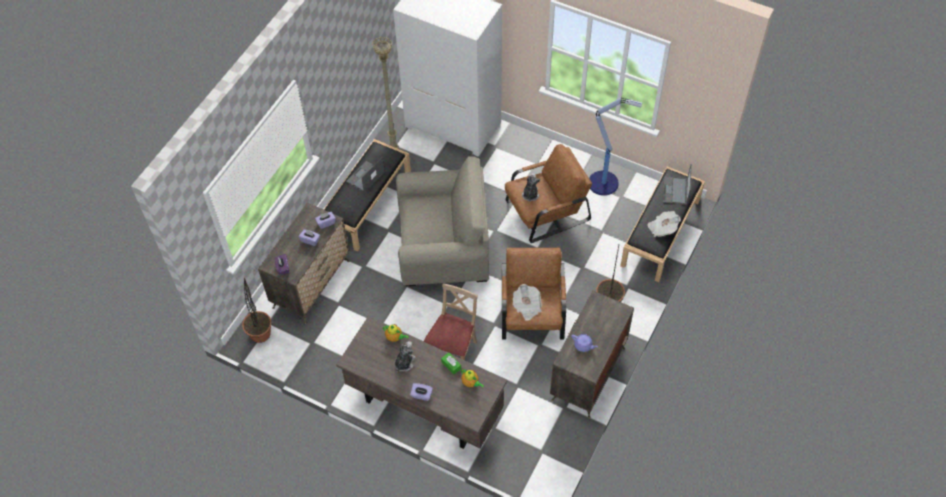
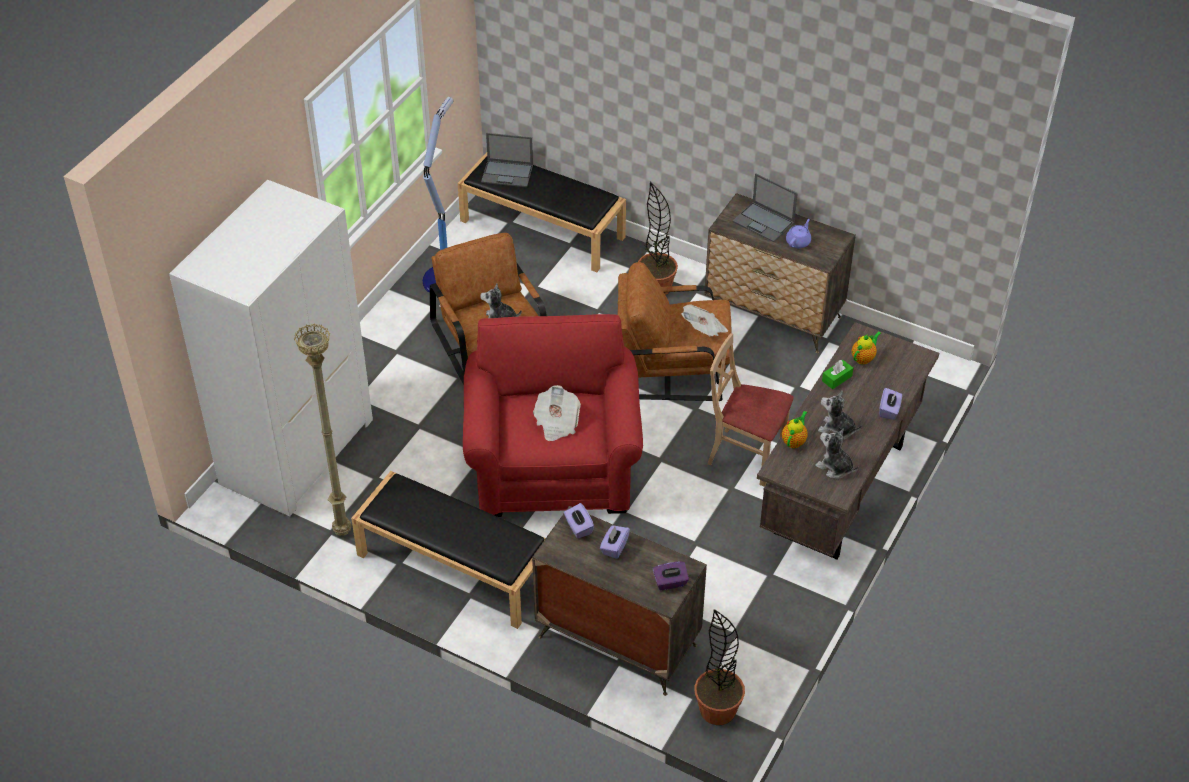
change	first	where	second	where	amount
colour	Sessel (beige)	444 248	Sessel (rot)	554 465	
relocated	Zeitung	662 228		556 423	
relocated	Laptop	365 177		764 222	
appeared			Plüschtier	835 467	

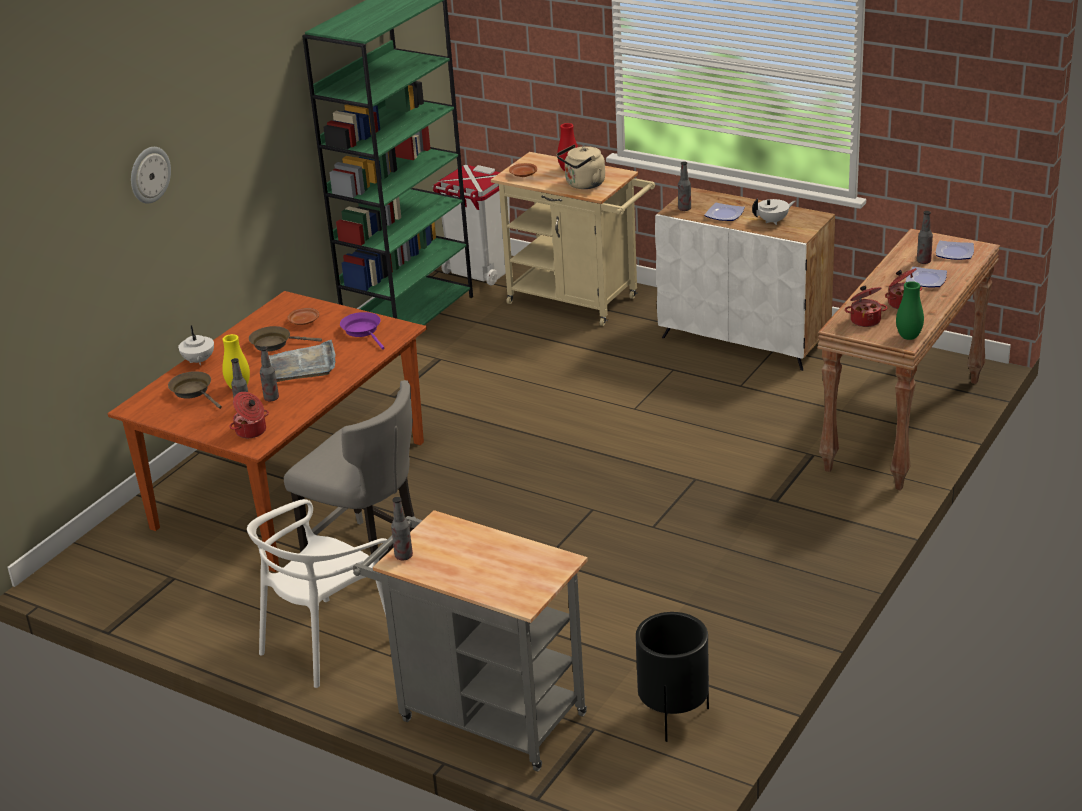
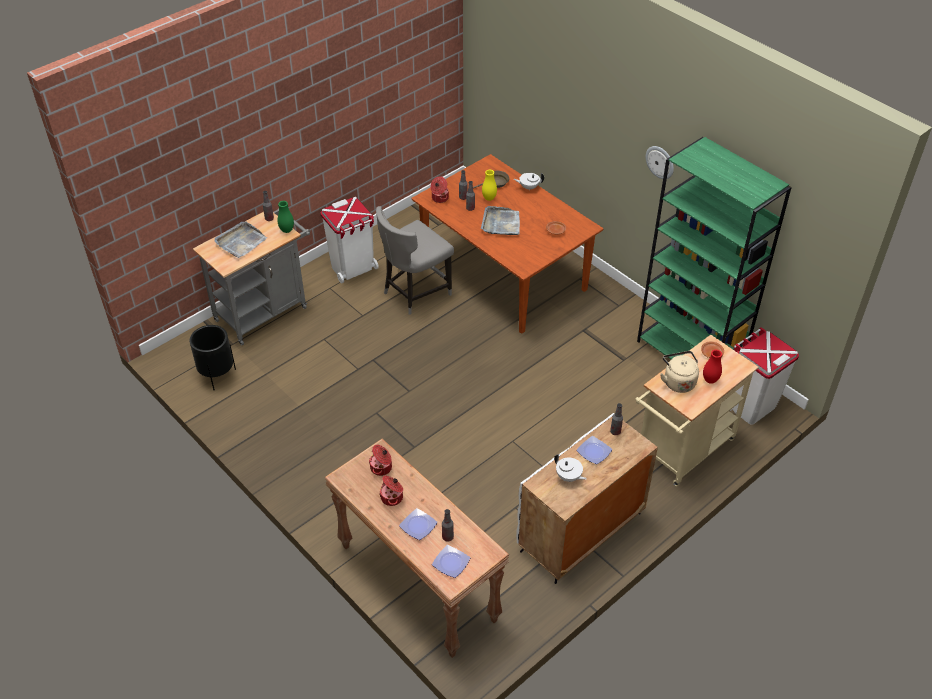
change	first	where	second	where	amount
appeared			Tablett (grau)	240 242	
relocated	Vase (grün)	908 337		287 230	
exchanged	Stuhl (weiß)	327 643	Mülleimer (weiß)	353 269	
spun	Teekanne (weiß)	773 221		568 477	45 degrees counterclockwise
relocated	Wanduhr	149 174		660 162	
missing	Pfanne (braun)	274 343			
missing	Pfanne (lila)	363 331			

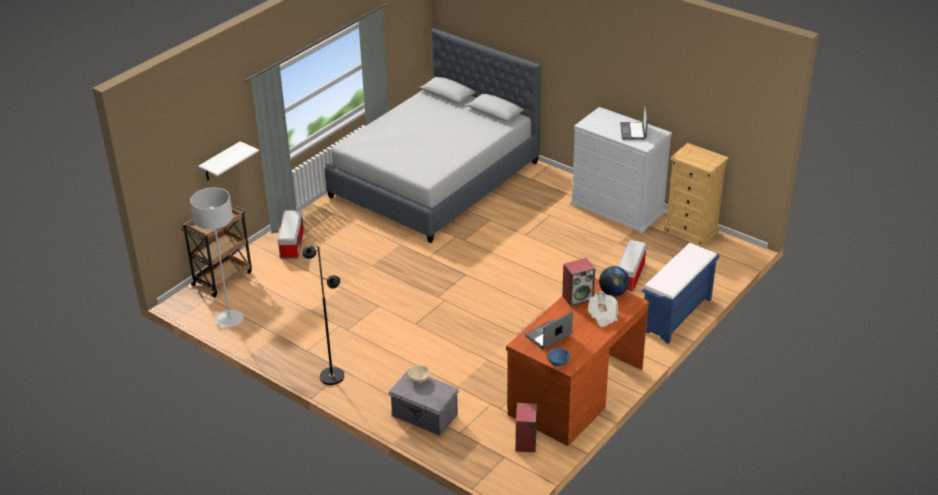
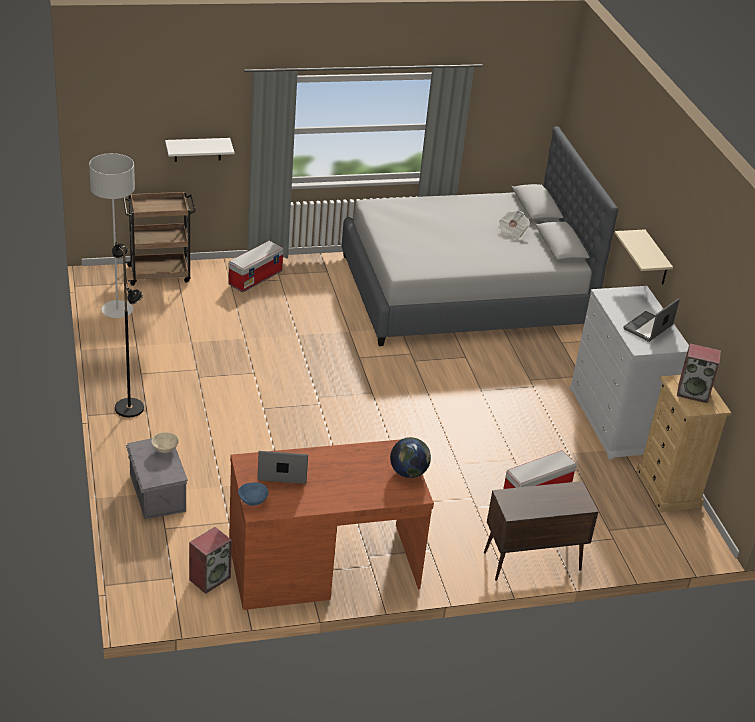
change	first	where	second	where	amount
exchanged	Bank (blau)	676 316	Schrank (braun)	531 561	
relocated	Zeitung	602 316		511 233	
appeared			Wandregal (beige)	656 259	
relocated	Lautsprecher	578 297		693 392	

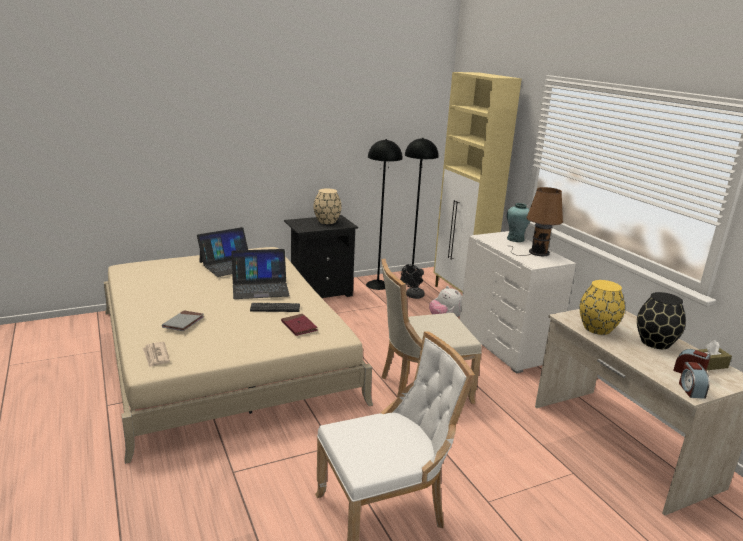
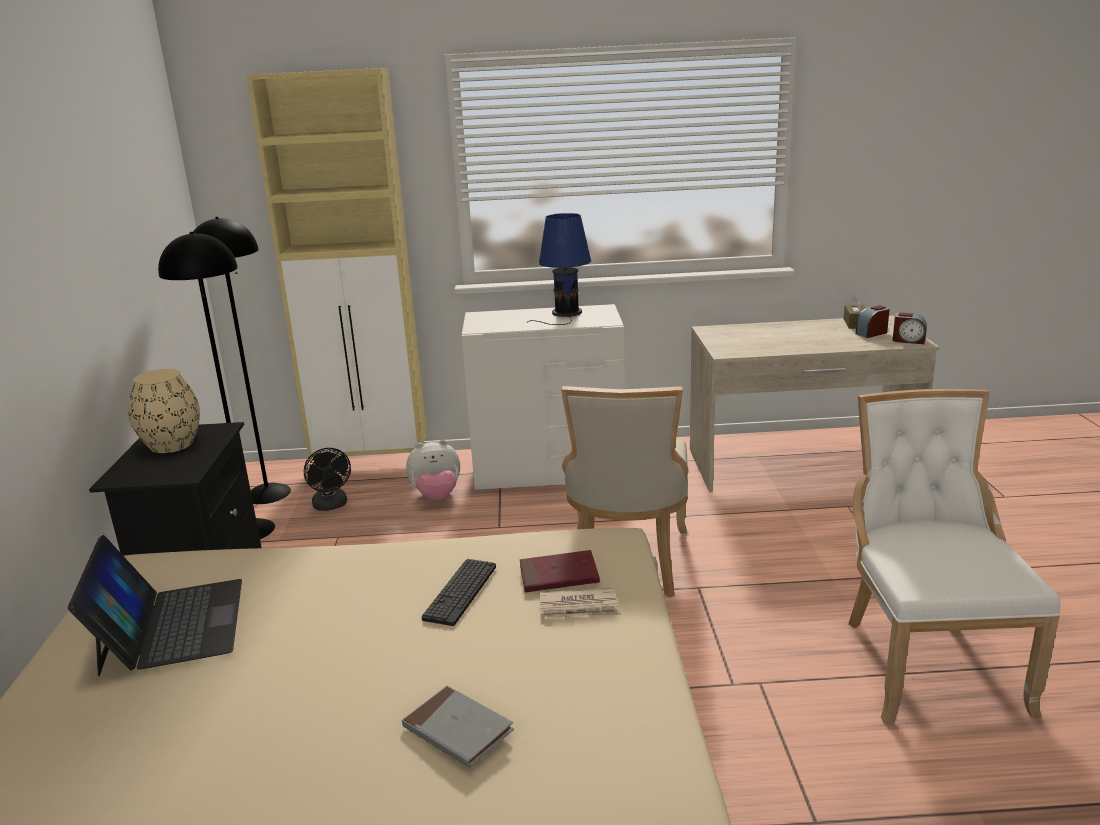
change	first	where	second	where	amount
colour	Tischlampe (braun)	536 252	Tischlampe (blau)	565 314	
relocated	Zeitung	156 356		579 607	
missing	Laptop	260 287			
missing	Vase (türkis)	515 239			
missing	Vase (gelb)	596 328			
missing	Vase (schwarz)	655 343			

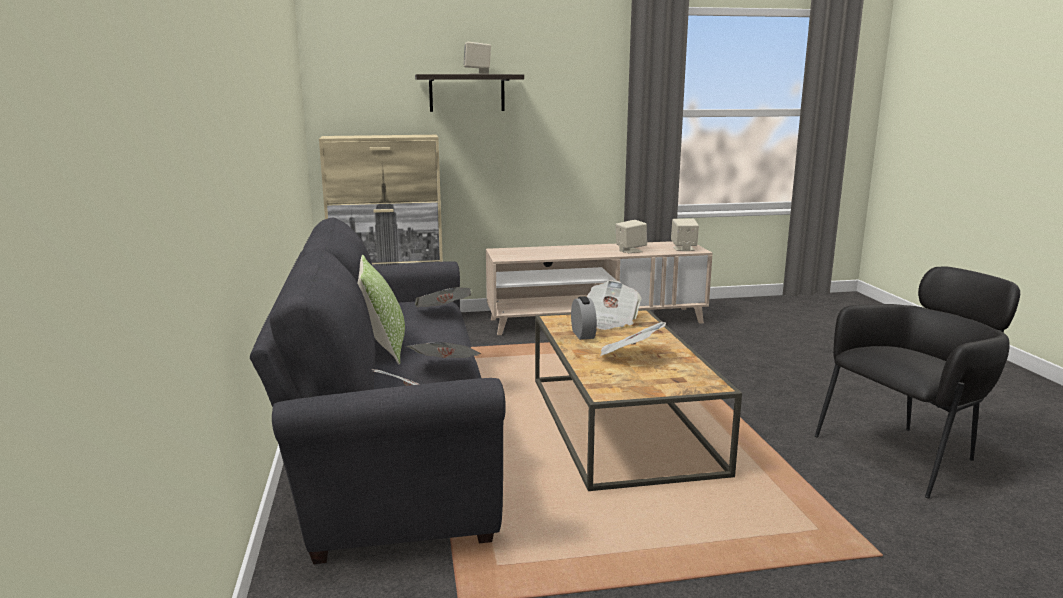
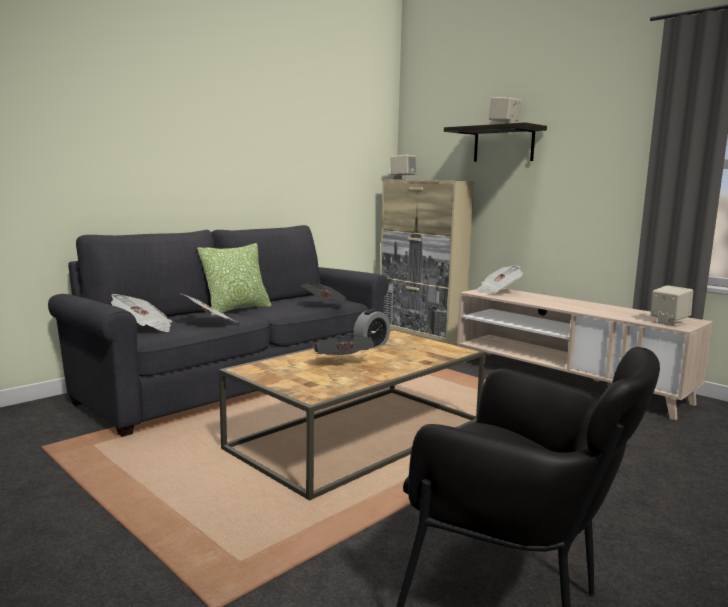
change	first	where	second	where	amount
relocated	Lautsprecher (beige)	630 250		402 179	
relocated	Zeitung	611 321		497 292	

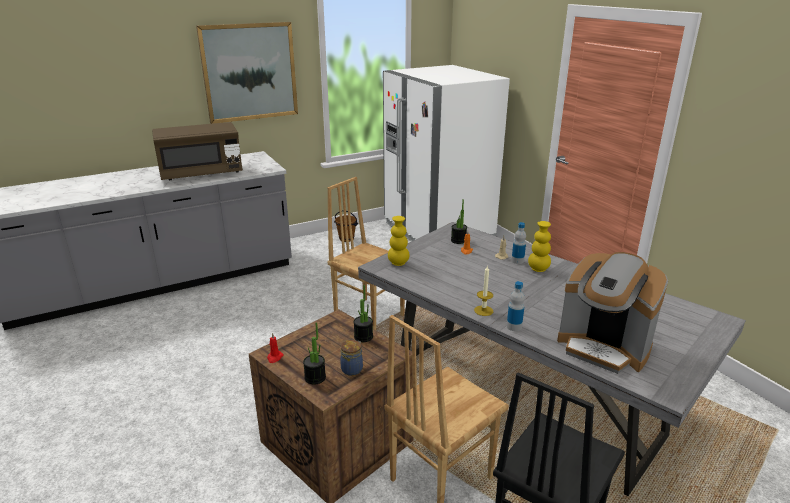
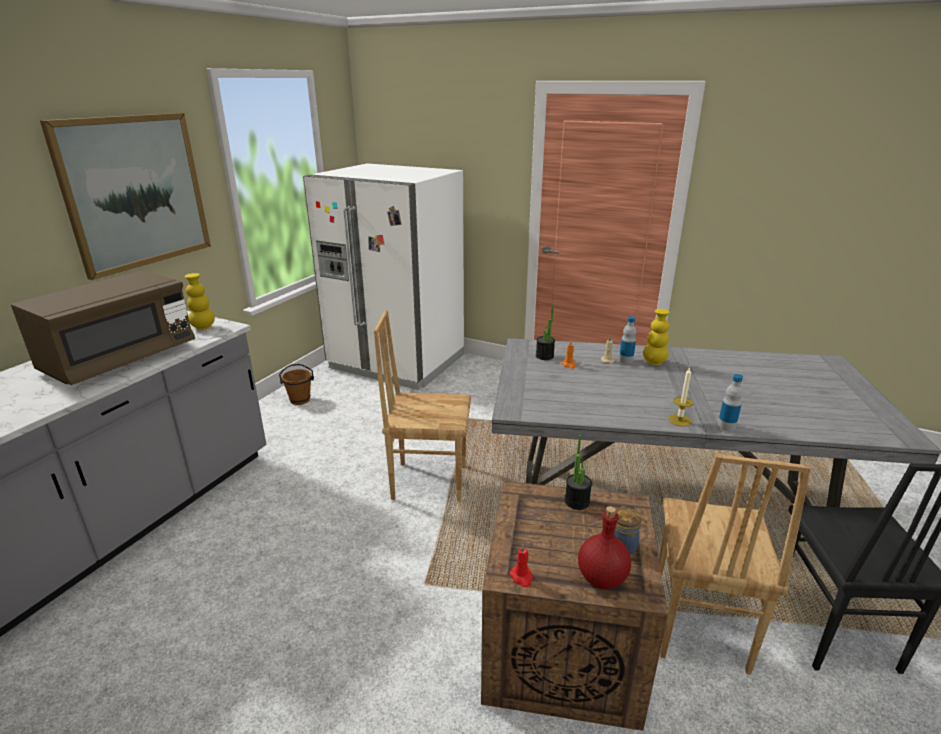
change	first	where	second	where	amount
relocated	Vase (gelb)	398 263		203 327	
exchanged	Topfpflanze	315 377	Flasche (rot)	601 577	
missing	Kaffeemaschine	603 347			

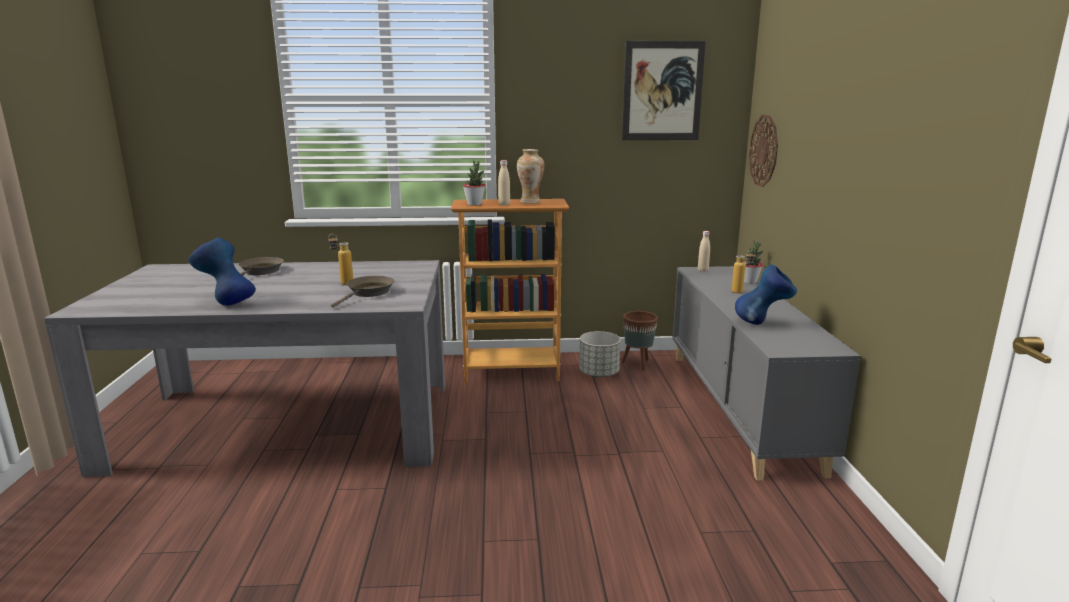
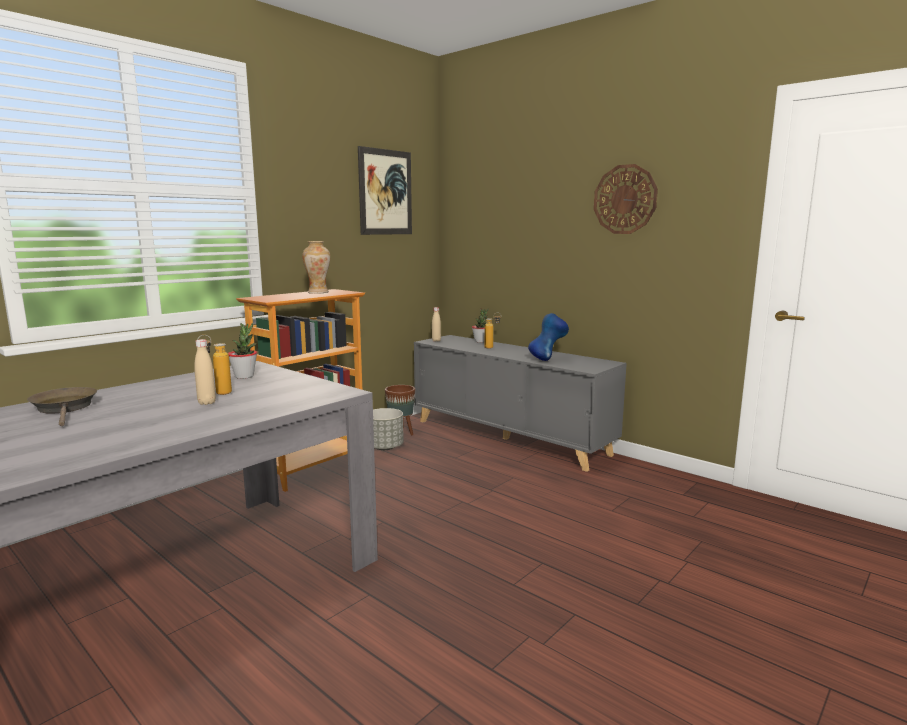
change	first	where	second	where	amount
relocated	Flasche (beige)	504 204		207 403	
relocated	Topfpflanze	474 204		244 376	
relocated	Wanduhr	764 150		625 199	
missing	Vase (blau)	226 303			
missing	Pfanne (braun)	368 293			

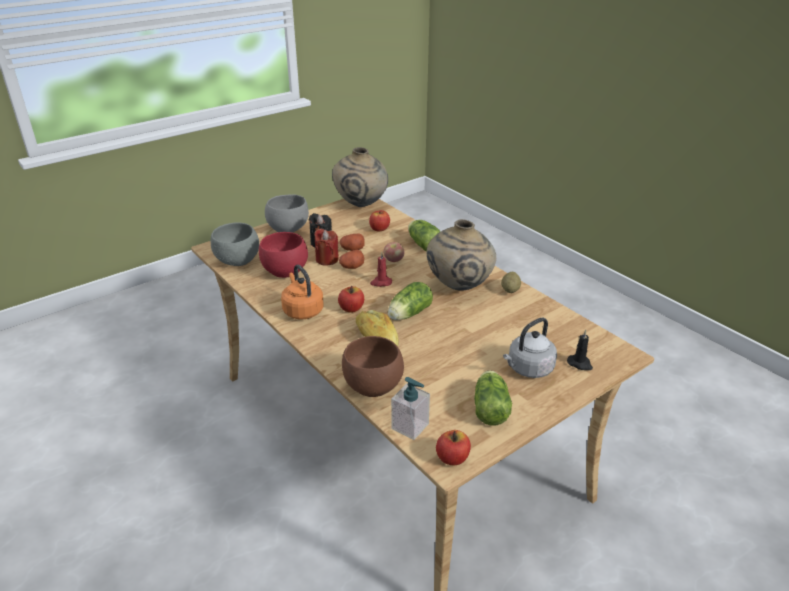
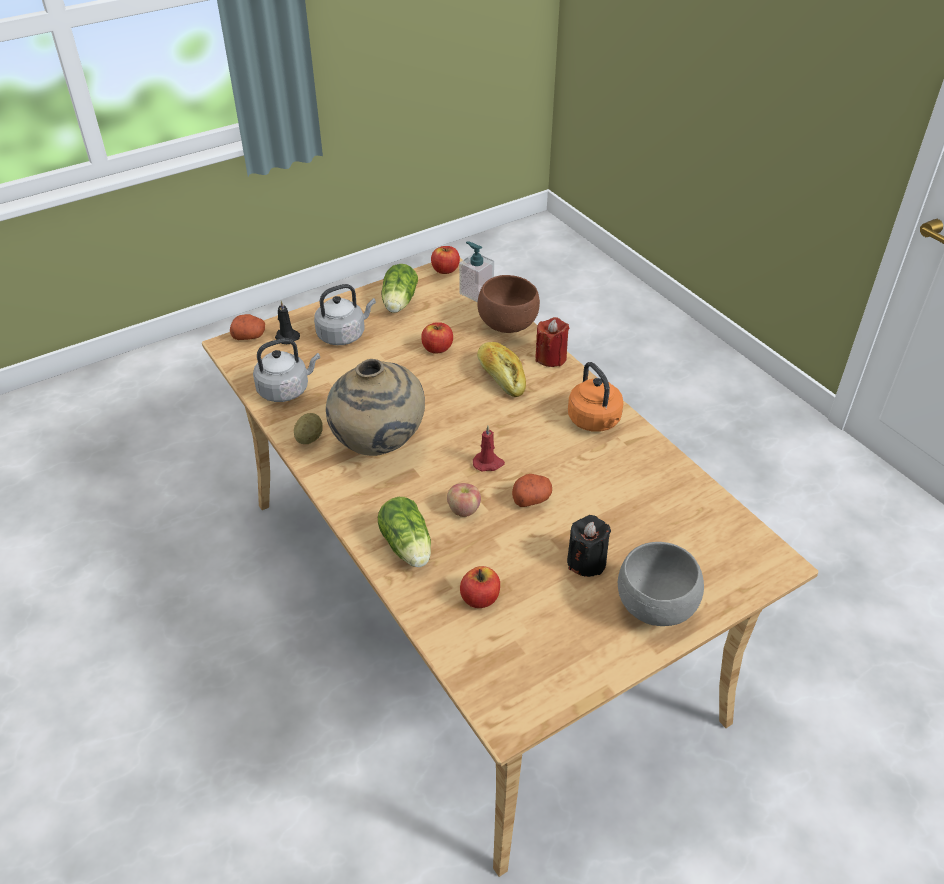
change	first	where	second	where	amount
relocated	Kartoffel	352 249		249 336	
appeared			Wasserkessel (grau)	286 390	
relocated	Apfel	351 308		437 348	
relocated	Kerze (rot)	327 259		550 357	
missing	Schüssel (grau)	238 262			
missing	Schüssel (rot)	284 272			
missing	Vase (beige)	361 205			
missing	Salatkopf	408 314			

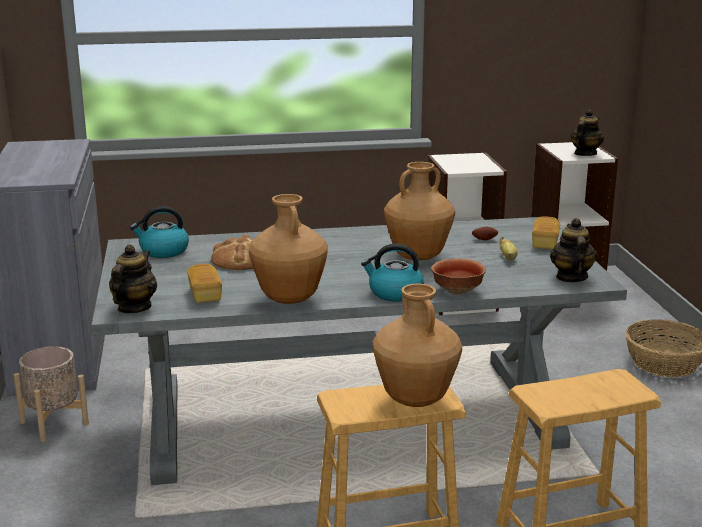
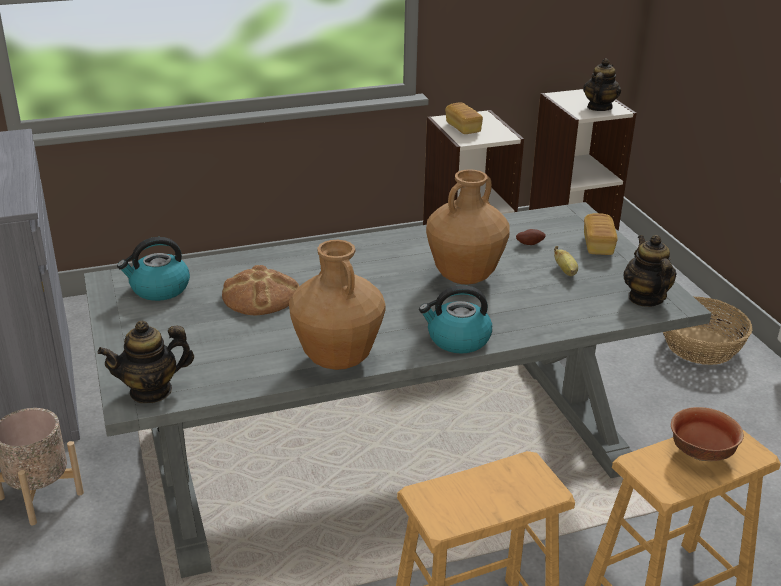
change	first	where	second	where	amount
spun	Teekanne	134 308		151 391	120 degrees counterclockwise
relocated	Brot	205 295		463 128	
relocated	Schüssel	457 291		700 454	
missing	Vase (braun)	415 399			

